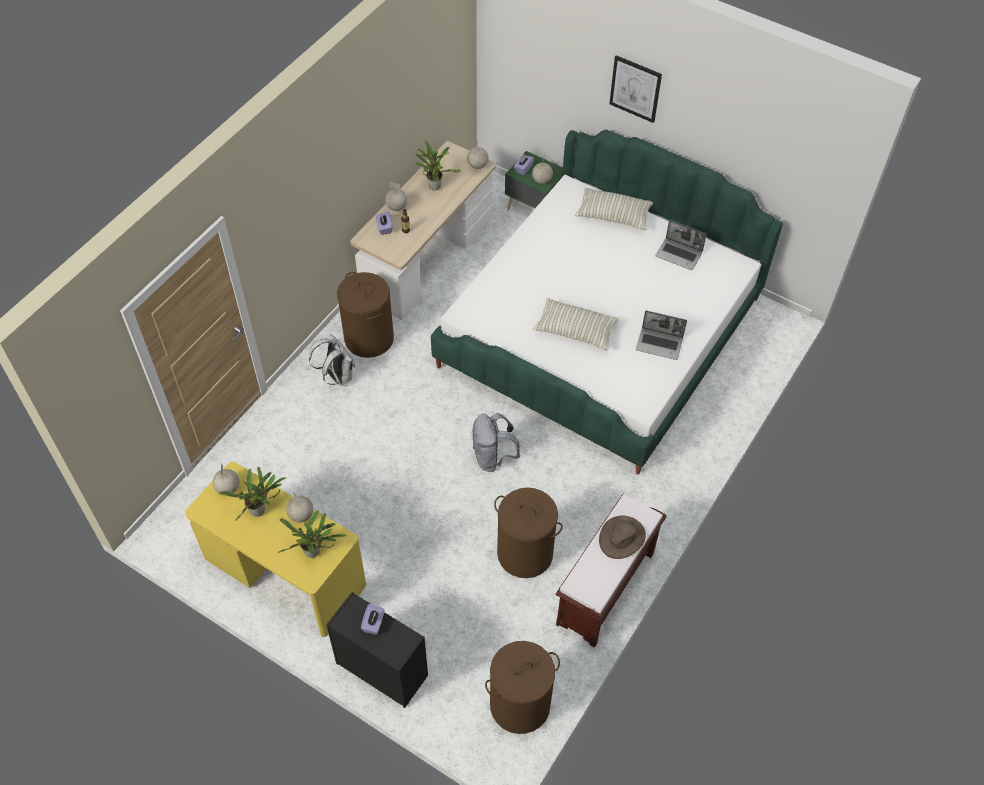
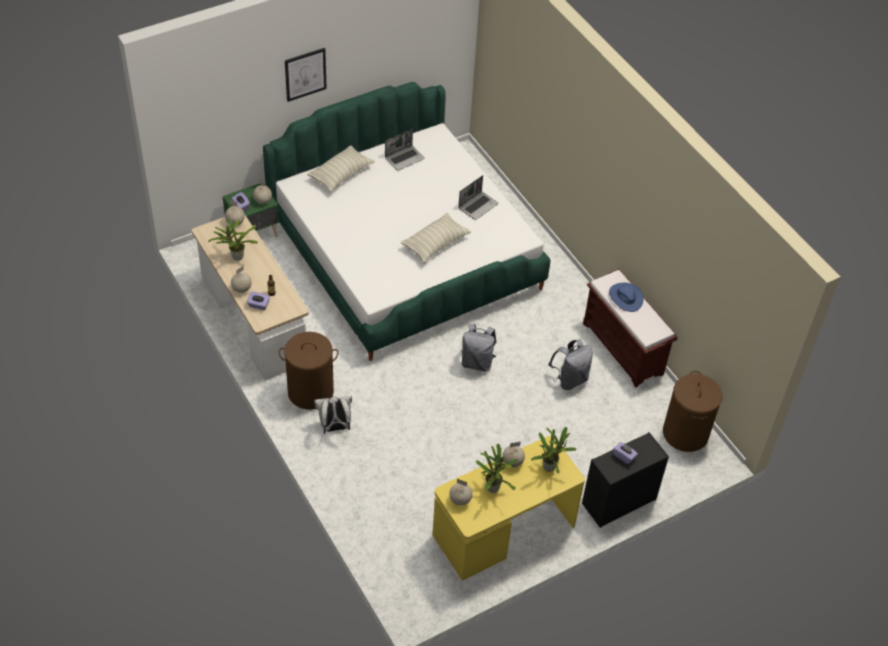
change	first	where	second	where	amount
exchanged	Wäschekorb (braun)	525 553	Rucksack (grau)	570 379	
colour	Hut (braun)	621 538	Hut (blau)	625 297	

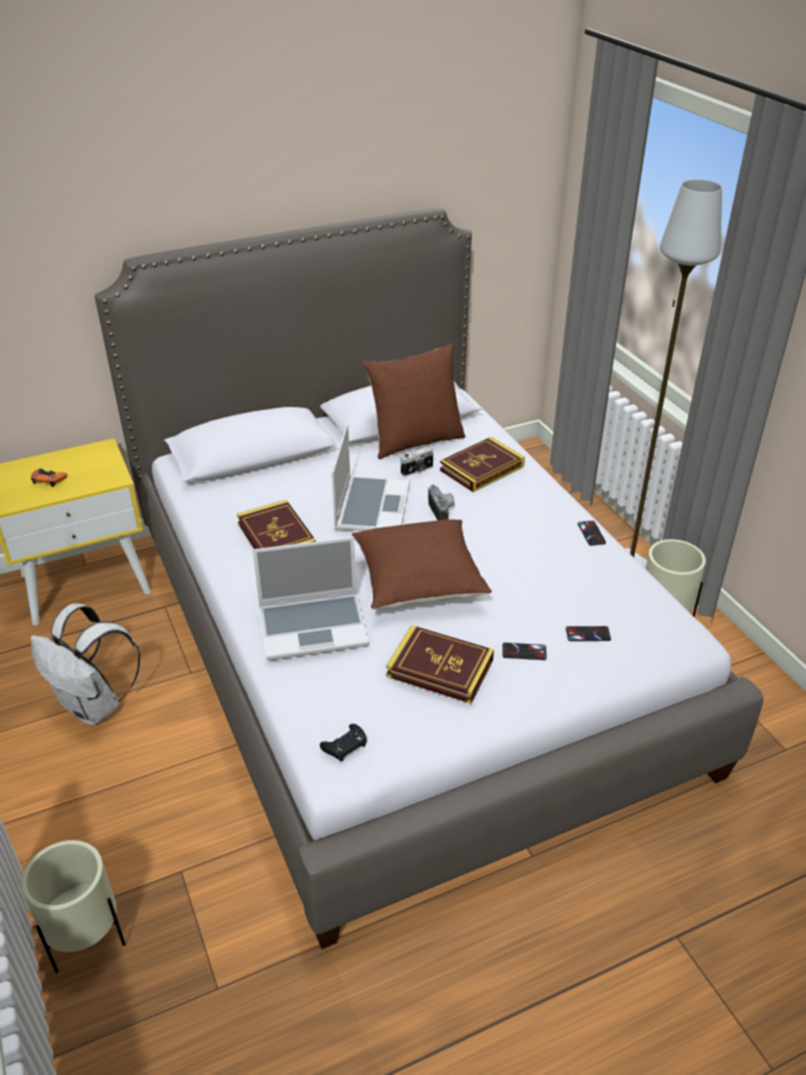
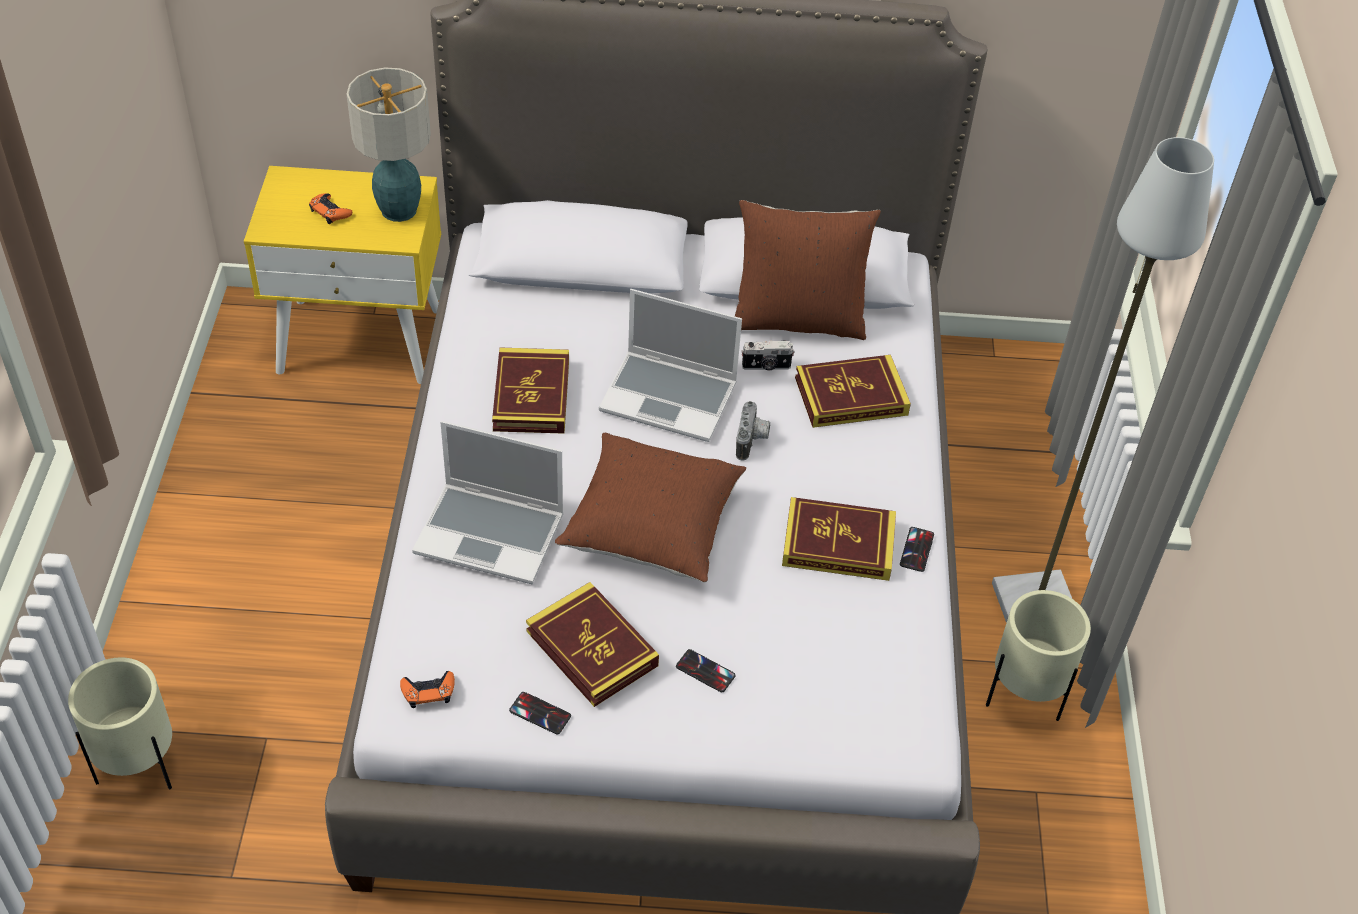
change	first	where	second	where	amount
appeared			Tischlampe	398 210	
colour	Gamepad (schwarz)	344 745	Gamepad (orange)	428 692	
relocated	Handy	588 634		540 713	
spun	Laptop	371 506		670 397	75 degrees clockwise
appeared			Buch	838 544	
missing	Rucksack (weiß)	95 706			

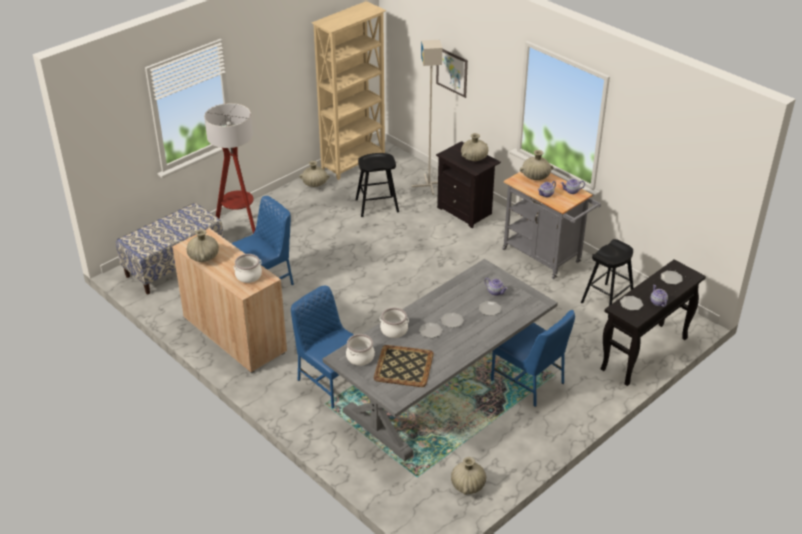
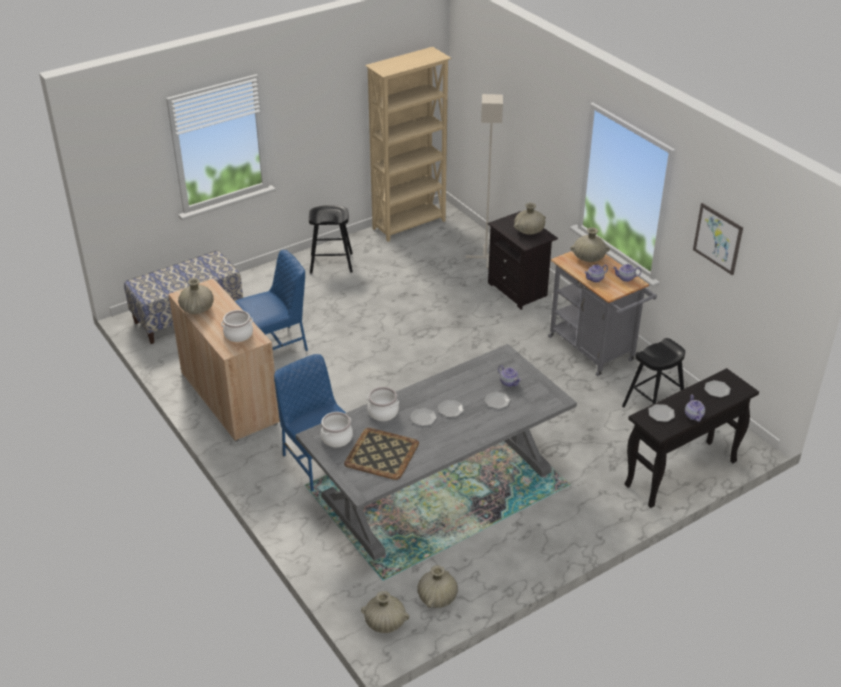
change	first	where	second	where	amount
relocated	Hocker (schwarz)	377 206		331 263	
relocated	Vase (beige)	315 184		385 623	
relocated	Bild	451 72		717 238	
missing	Stehlampe	240 231			
missing	Stuhl (blau)	529 382			

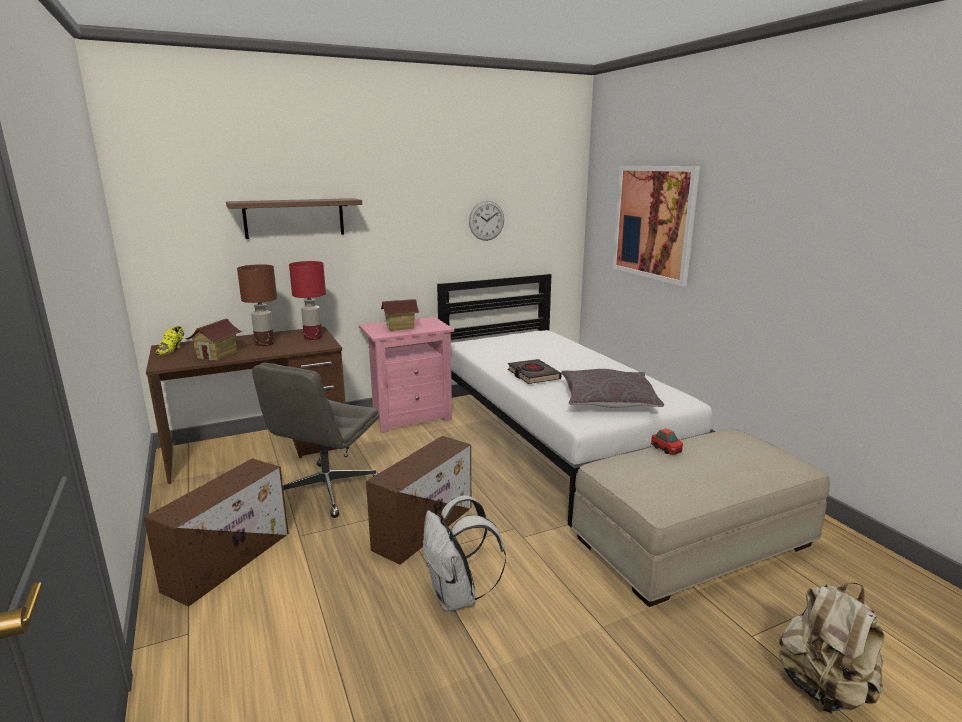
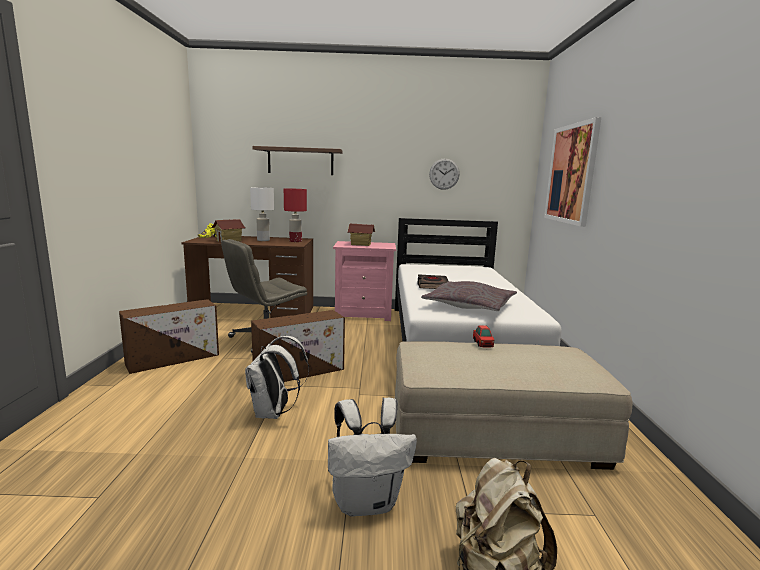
change	first	where	second	where	amount
colour	Tischlampe (braun)	265 343	Tischlampe (weiß)	263 240	
appeared			Rucksack (weiß)	367 502	

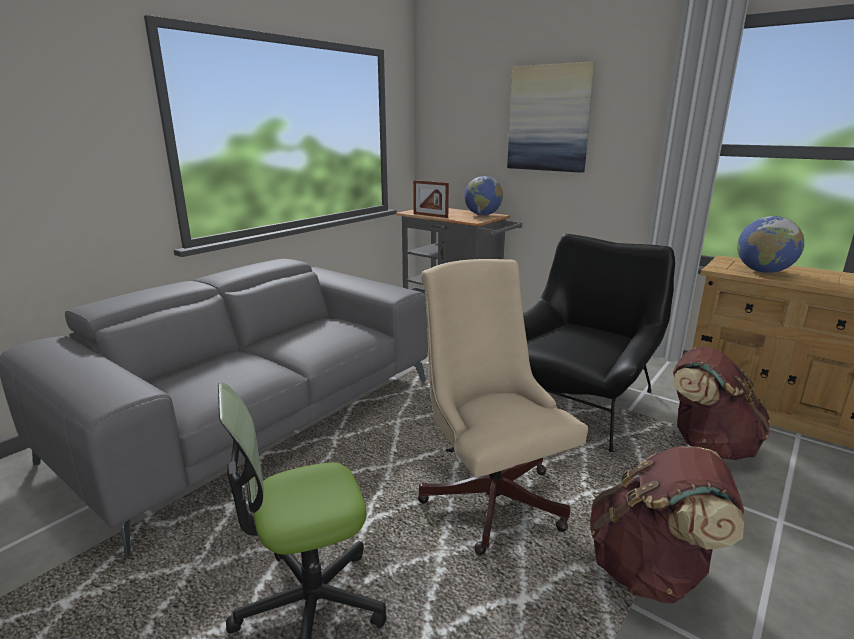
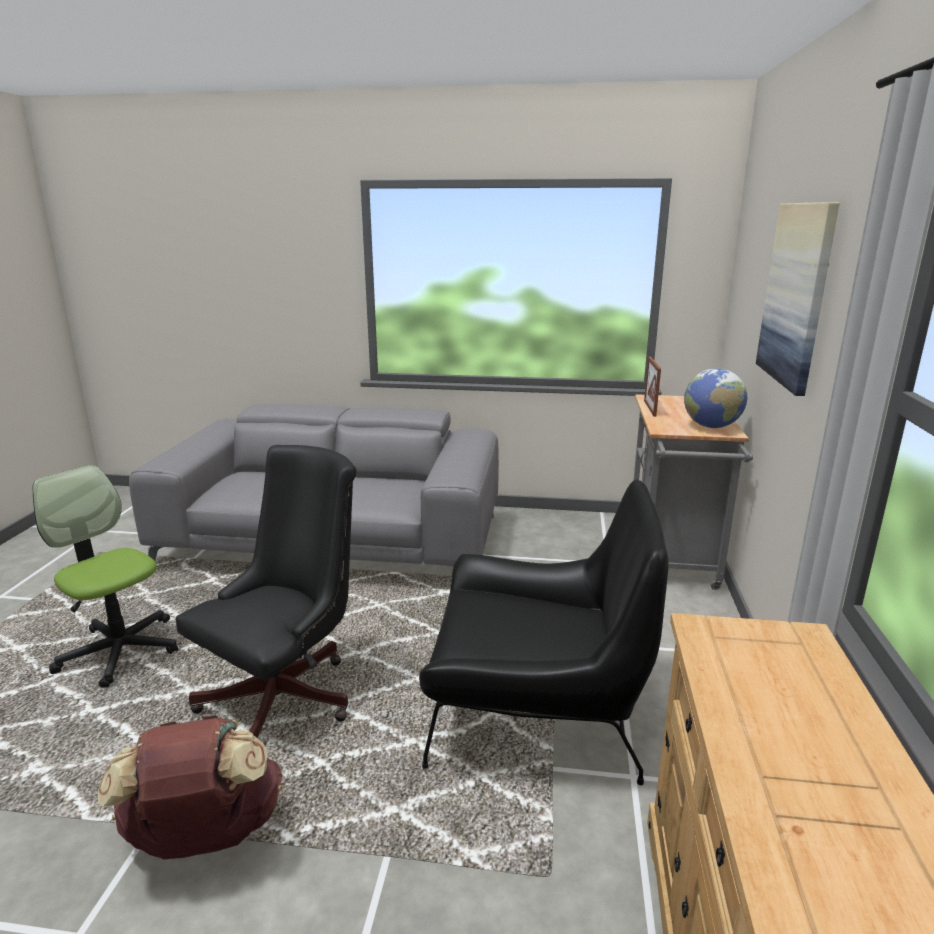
change	first	where	second	where	amount
colour	Bürostuhl (beige)	490 493	Bürostuhl (schwarz)	288 694	
missing	Rucksack (braun)	708 445			
missing	Globus	763 272			

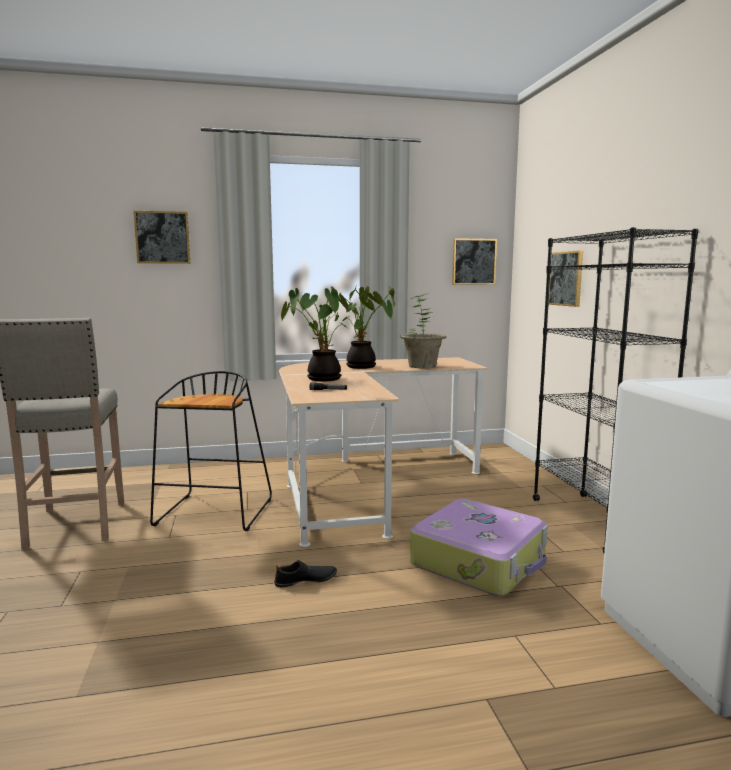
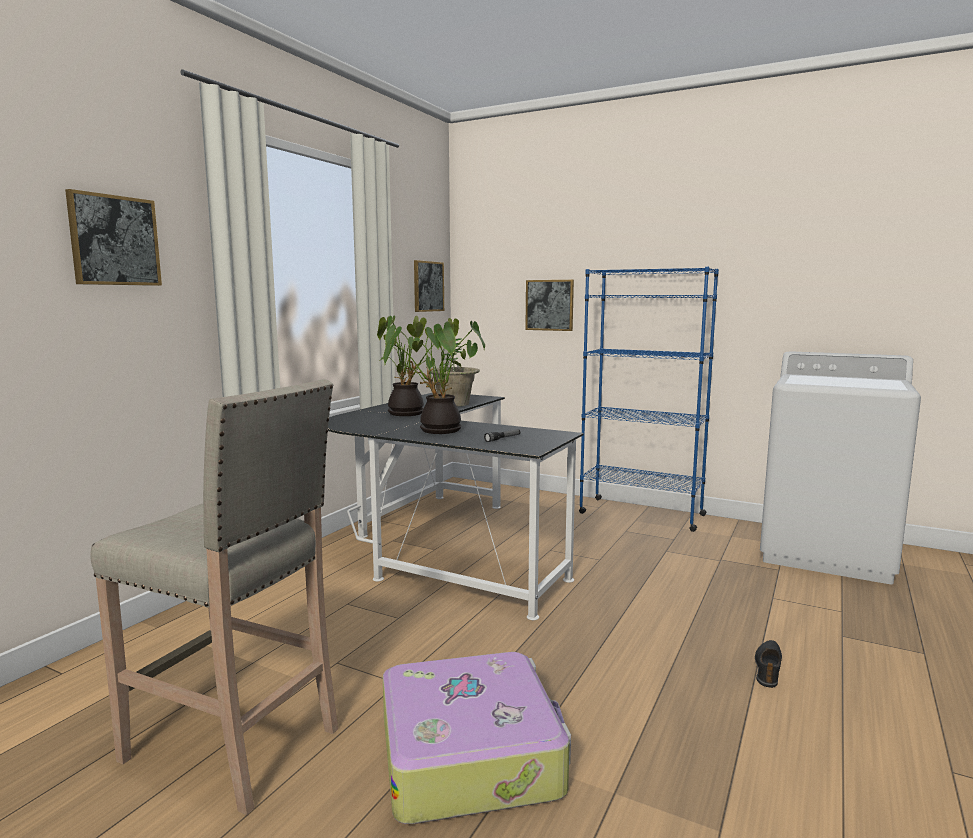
change	first	where	second	where	amount
colour	Schreibtisch (beige)	366 483	Schreibtisch (schwarz)	439 548	
relocated	Koffer	480 561		471 754	
colour	Bücherregal (schwarz)	593 521	Bücherregal (blau)	641 514	
relocated	Schuh (schwarz)	306 580		769 668	
missing	Hocker (schwarz)	215 513			

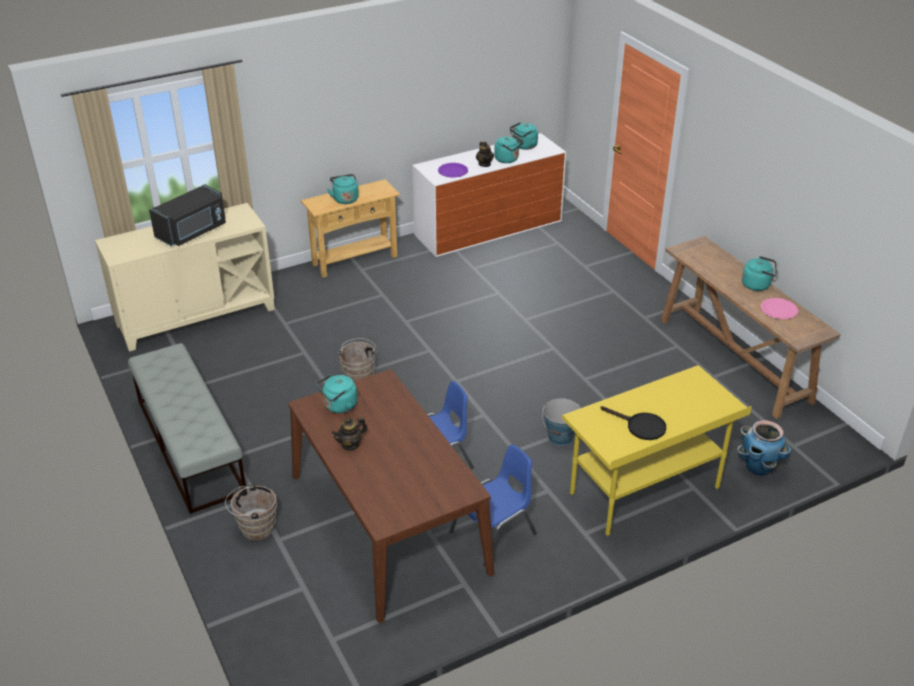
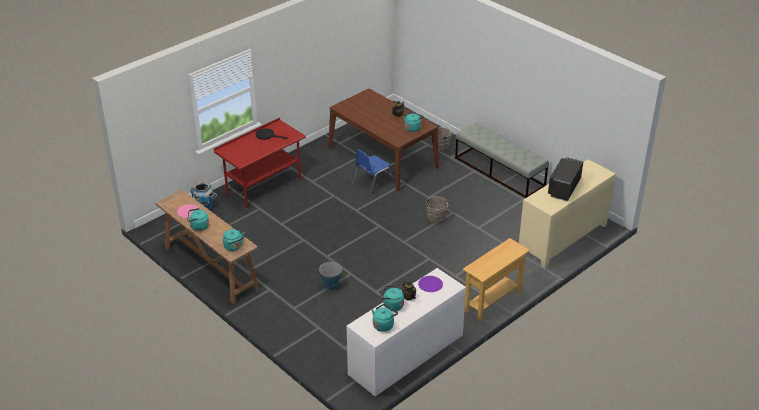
change	first	where	second	where	amount
colour	Schreibtisch (gelb)	644 493	Schreibtisch (rot)	264 187	
relocated	Wasserkessel (türkis)	345 199		234 247	
relocated	Eimer	560 437		331 285	
missing	Stuhl (blau)	494 533			

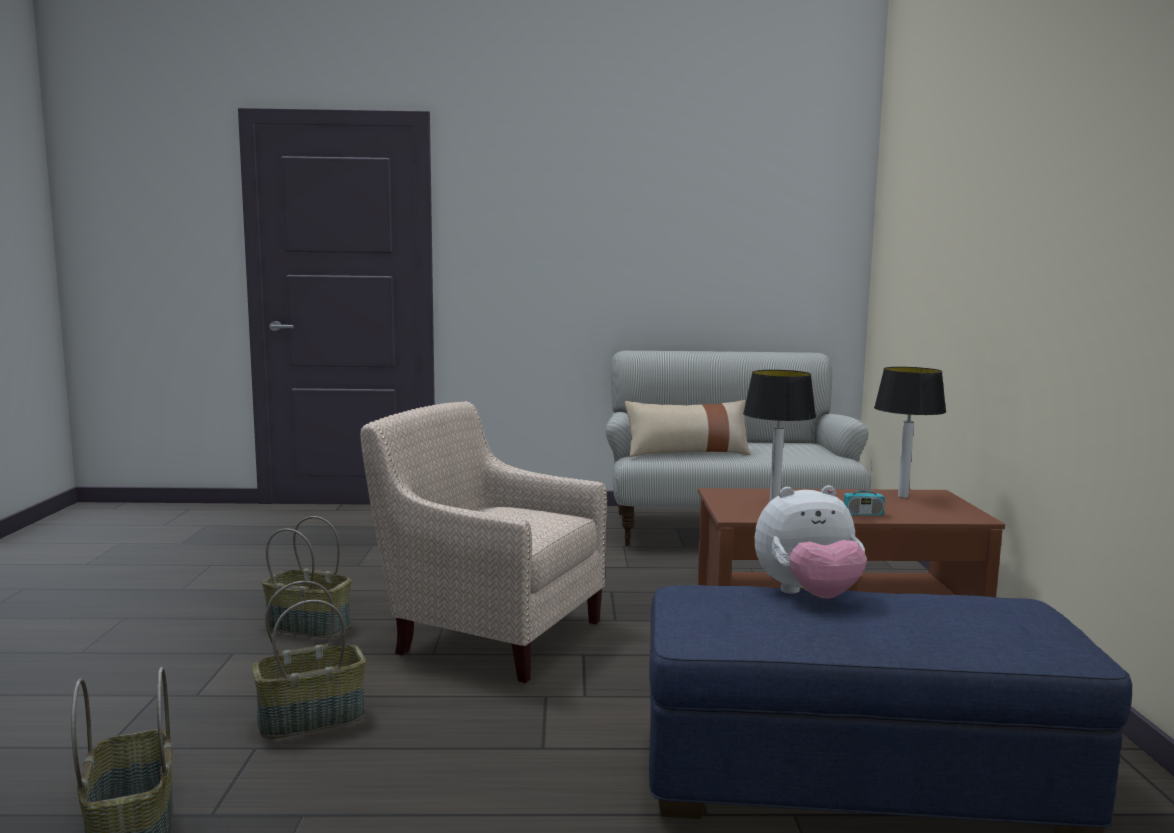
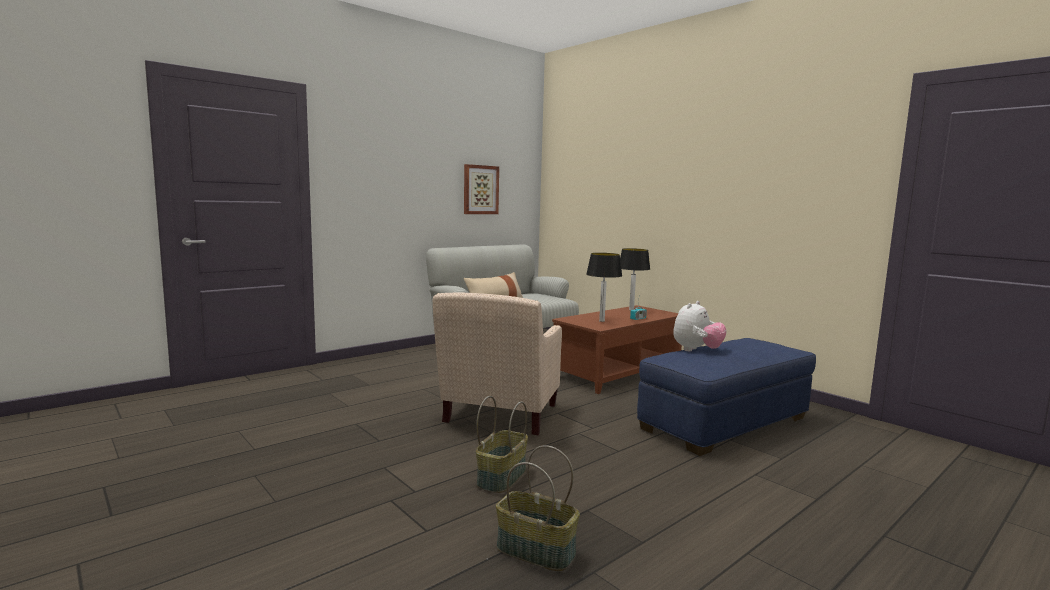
change	first	where	second	where	amount
spun	Sessel (beige)	491 632		498 416	60 degrees counterclockwise
appeared			Bild	480 189	
missing	Korb	310 626			

